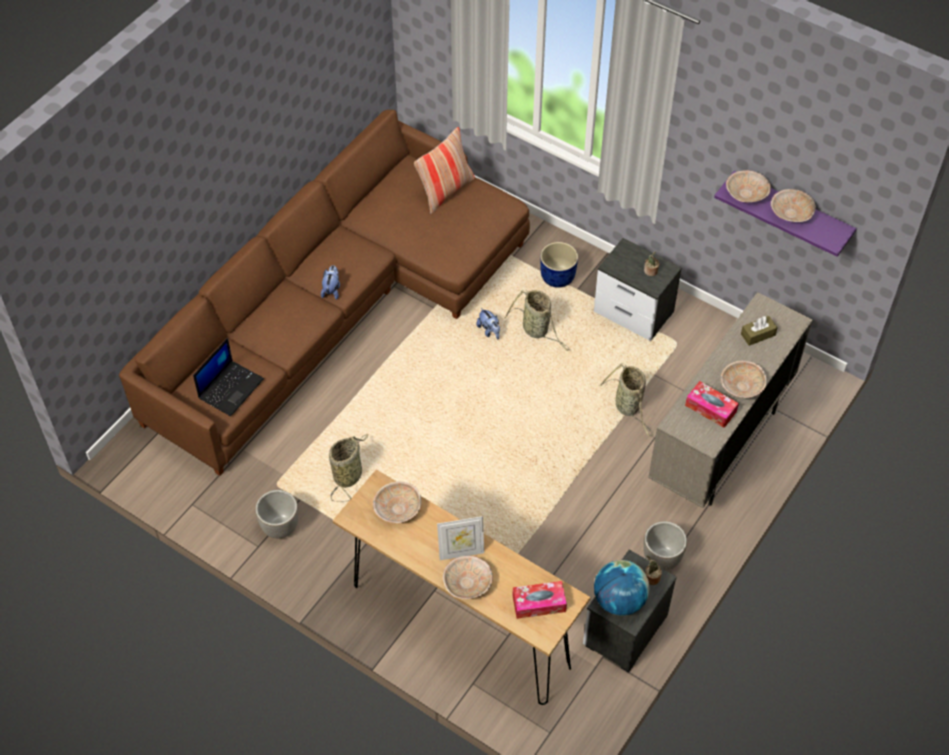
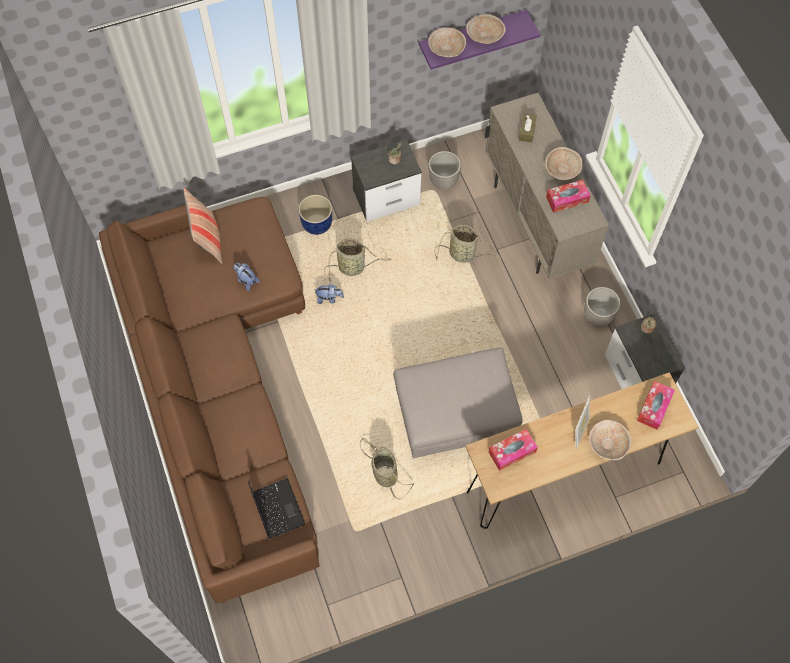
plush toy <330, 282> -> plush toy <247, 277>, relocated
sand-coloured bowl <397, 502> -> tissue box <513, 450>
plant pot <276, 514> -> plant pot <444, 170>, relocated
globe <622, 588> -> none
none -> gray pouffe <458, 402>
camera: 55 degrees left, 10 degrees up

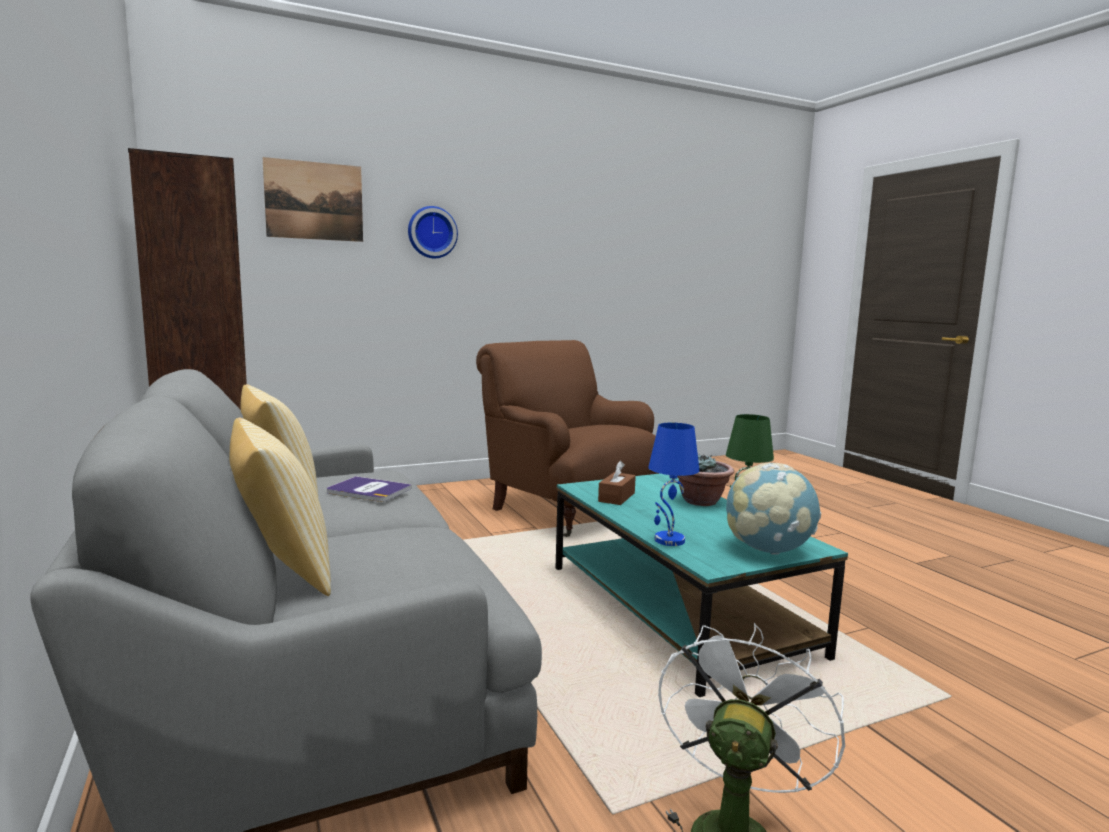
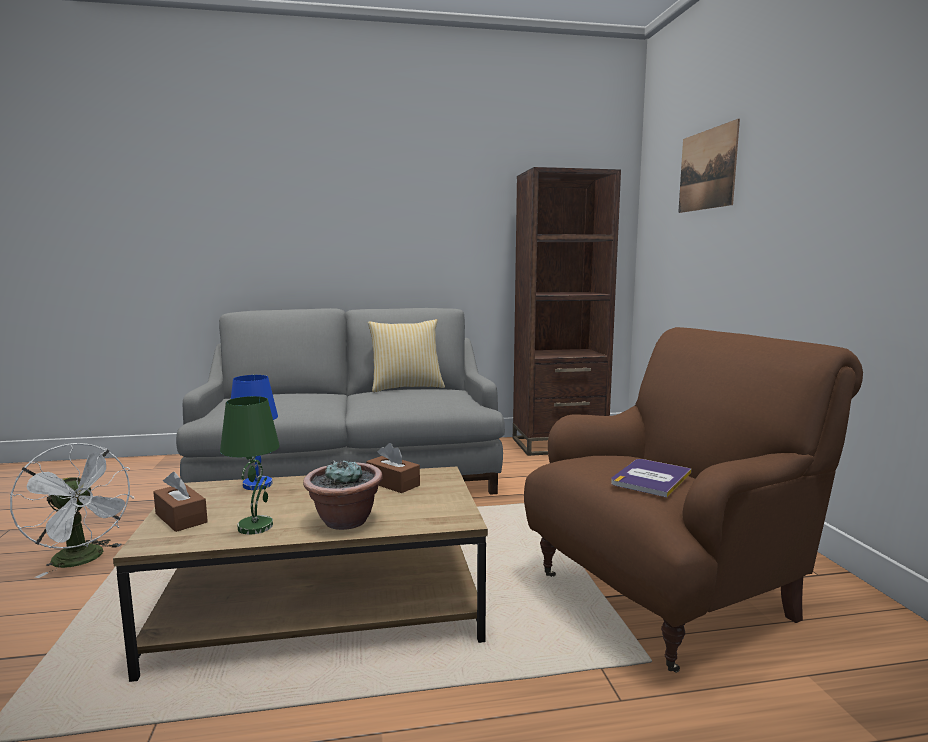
wall clock <433, 232> -> none
pillow <280, 507> -> none
globe <773, 508> -> brownish tissue box <180, 502>
turquoise coffee table <702, 585> -> brownish coffee table <300, 574>
volume <369, 489> -> volume <651, 478>, relocated
camera: 105 degrees right, 0 degrees up

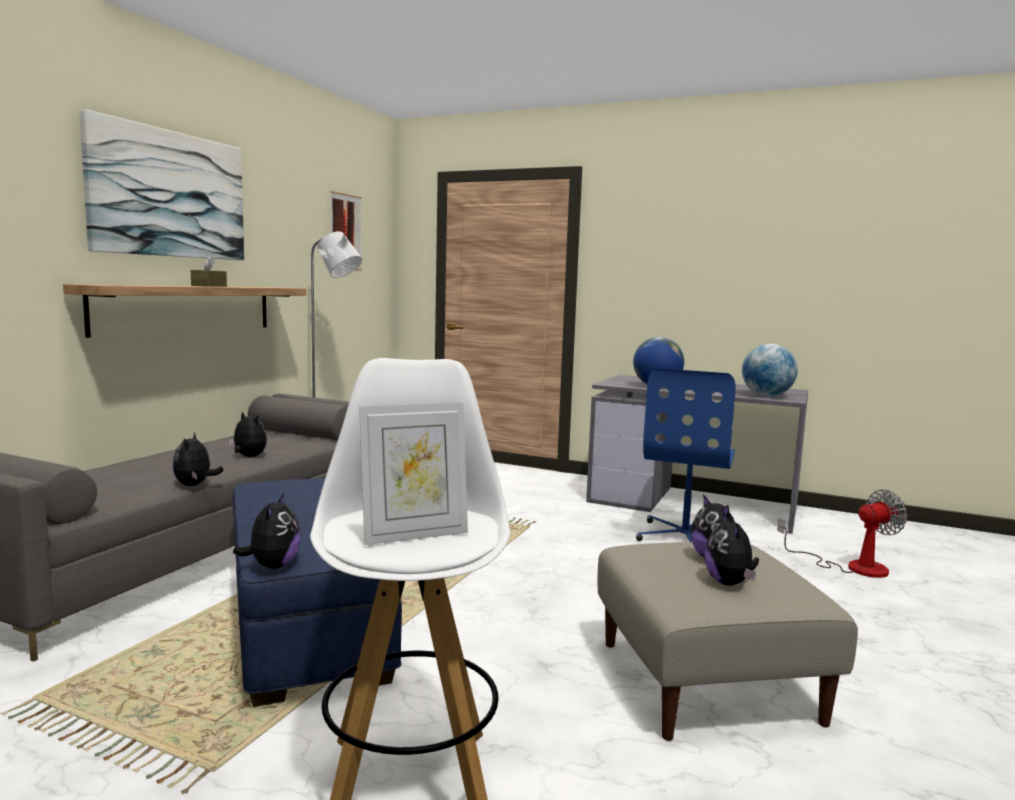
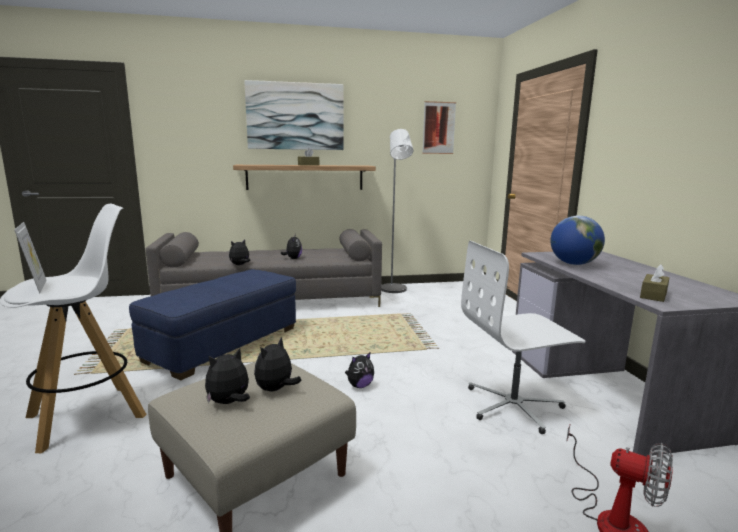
globe <770, 370> -> brownish tissue box <655, 283>
blue office chair <686, 455> -> whitish office chair <523, 337>
photo frame <413, 474> -> photo frame <30, 258>, 150 degrees counterclockwise
plush toy <267, 531> -> plush toy <359, 370>, relocated
camera: 55 degrees right, 5 degrees up

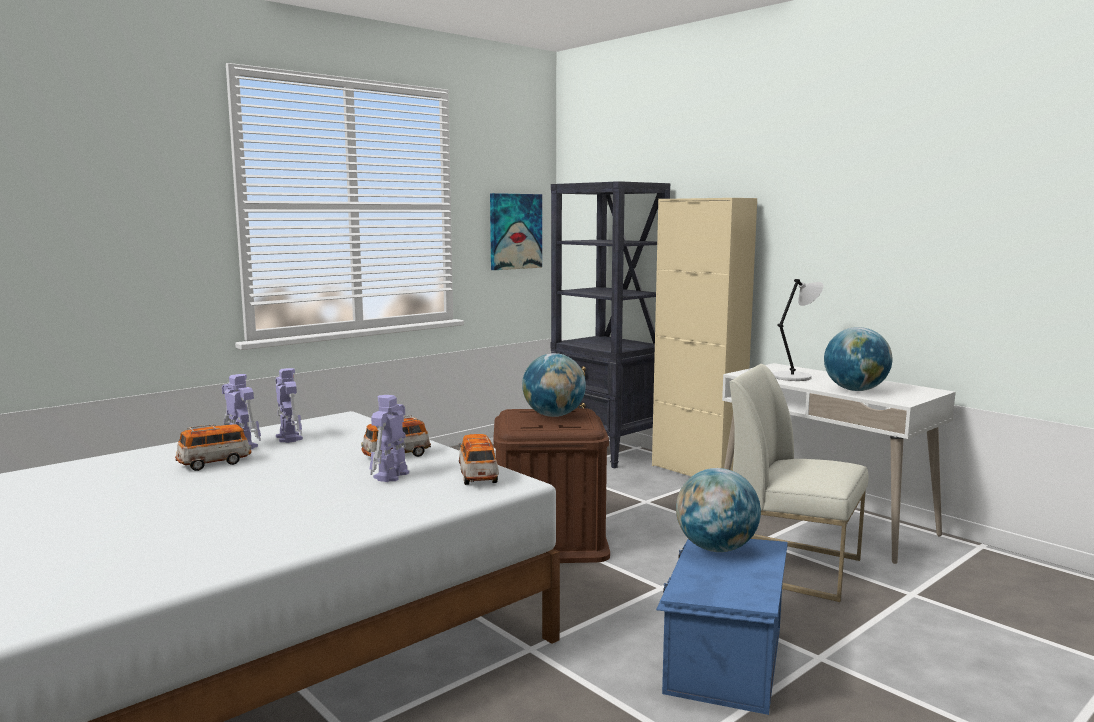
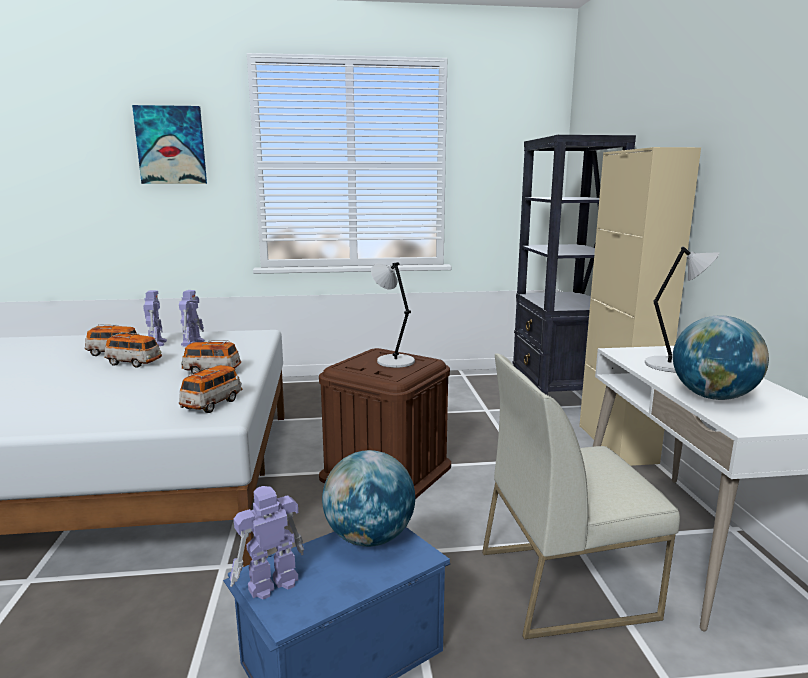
wall art <516, 231> -> wall art <169, 144>, relocated
globe <554, 385> -> gray tabletop lamp <393, 315>
whitish plain chair <799, 483> -> whitish plain chair <581, 496>, 75 degrees counterclockwise
robot figure <389, 438> -> robot figure <267, 542>, relocated
none -> miniature car <133, 350>
camera: 35 degrees right, 5 degrees up

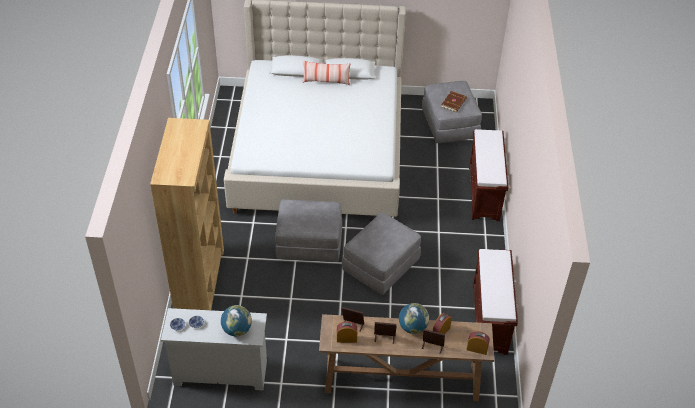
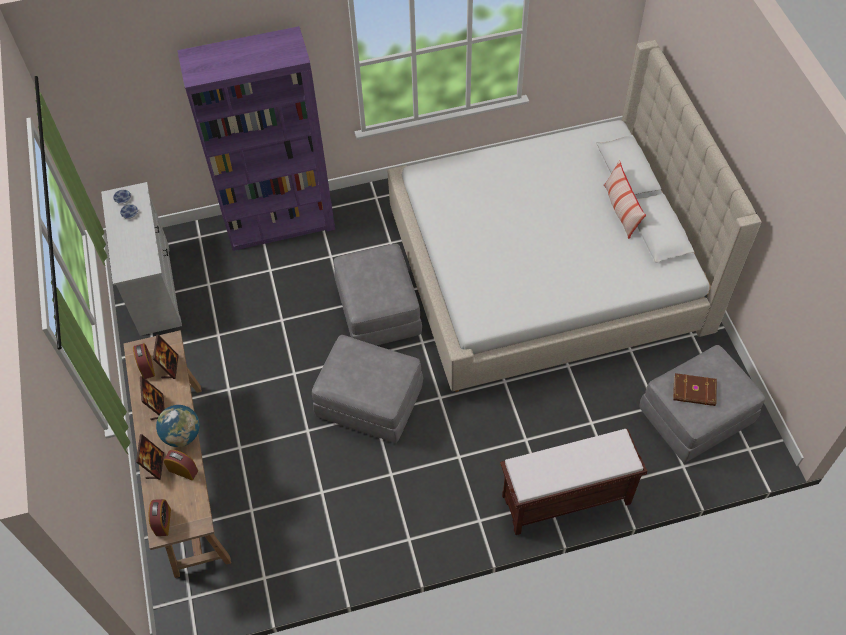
brownish shelving unit <187, 214> -> purple-coloured shelving unit <256, 138>
brownish long seat <495, 302> -> none
globe <236, 320> -> none
camera: 75 degrees right, 10 degrees up

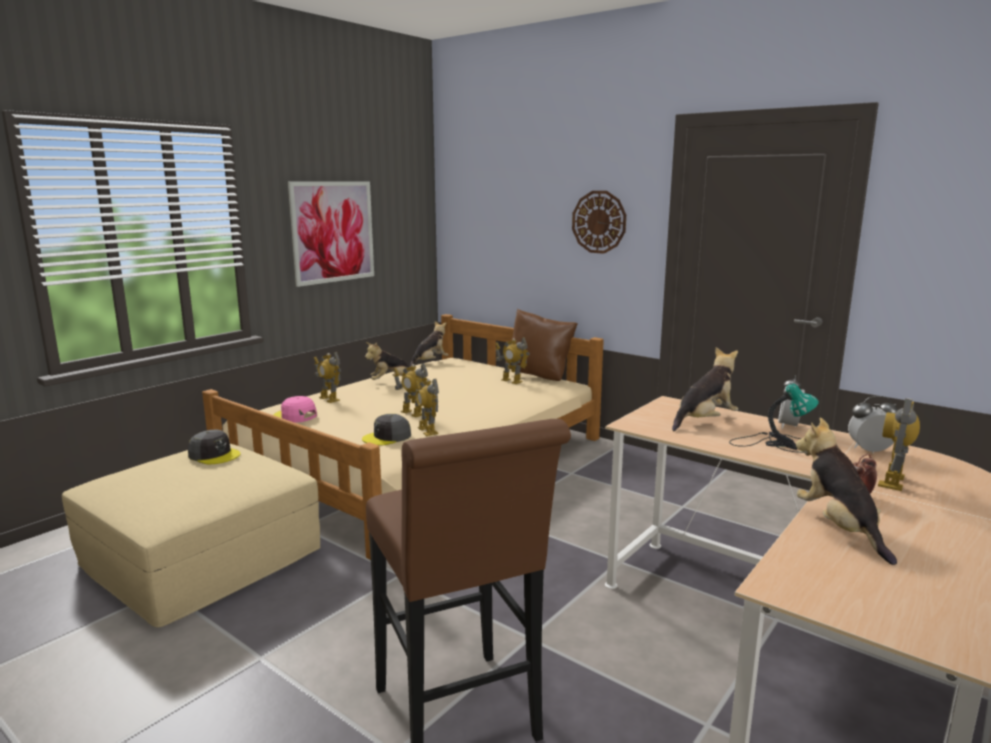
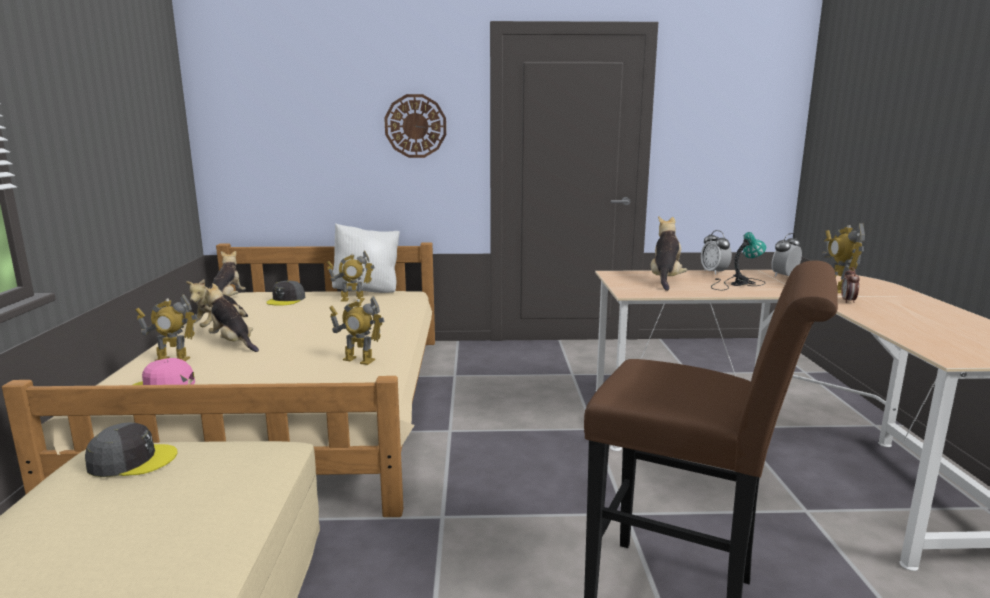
wall art <331, 234> -> none
brownish pillow <542, 345> -> whitish pillow <366, 258>
robot figure <411, 390> -> none
gray baseball cap <386, 429> -> gray baseball cap <285, 293>, relocated
plush toy <846, 491> -> plush toy <230, 317>, relocated
camera: 40 degrees left, 0 degrees up

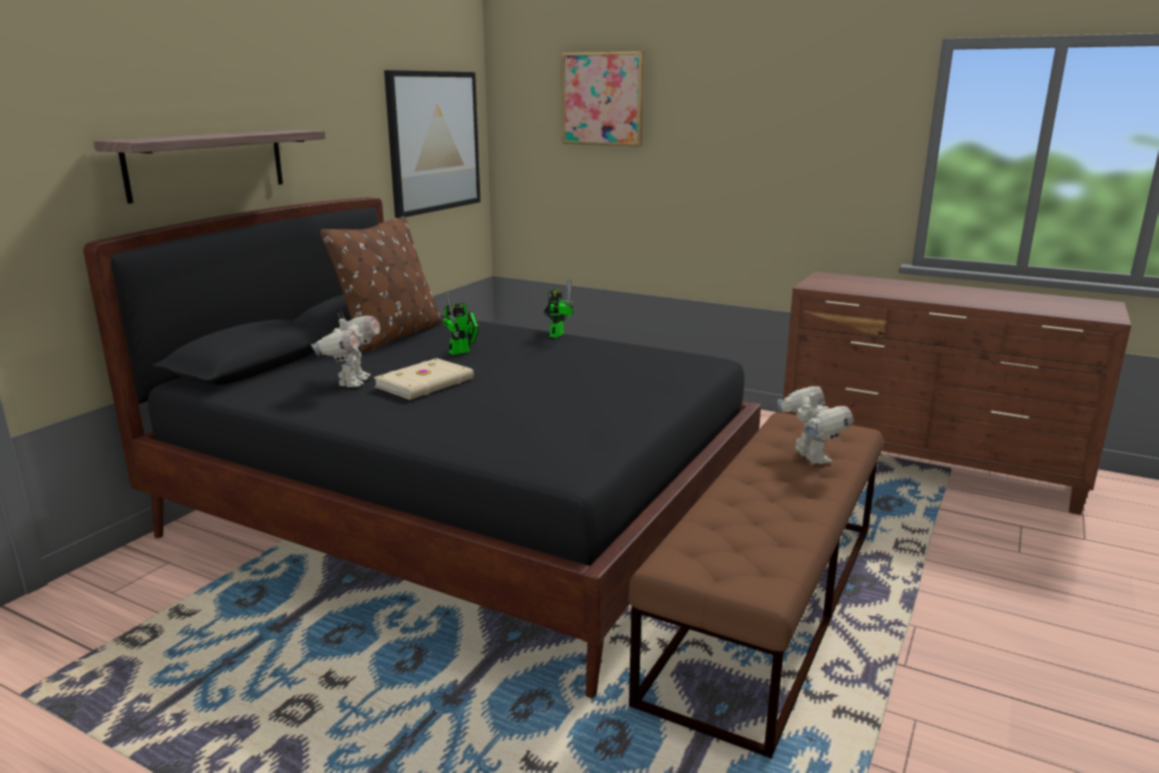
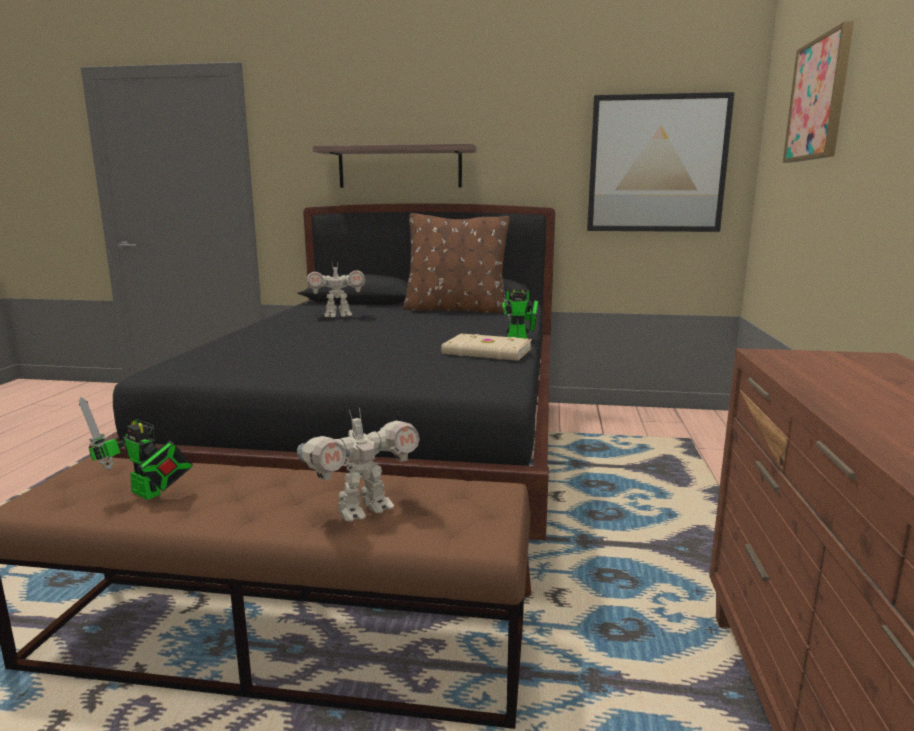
robot figure <461, 324> -> robot figure <136, 448>, relocated
sand-coloured volume <424, 379> -> sand-coloured volume <486, 347>, relocated
camera: 70 degrees right, 5 degrees down

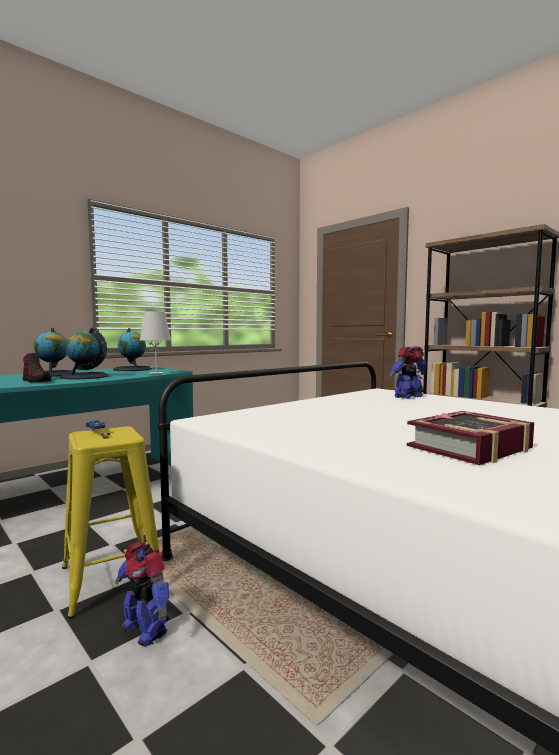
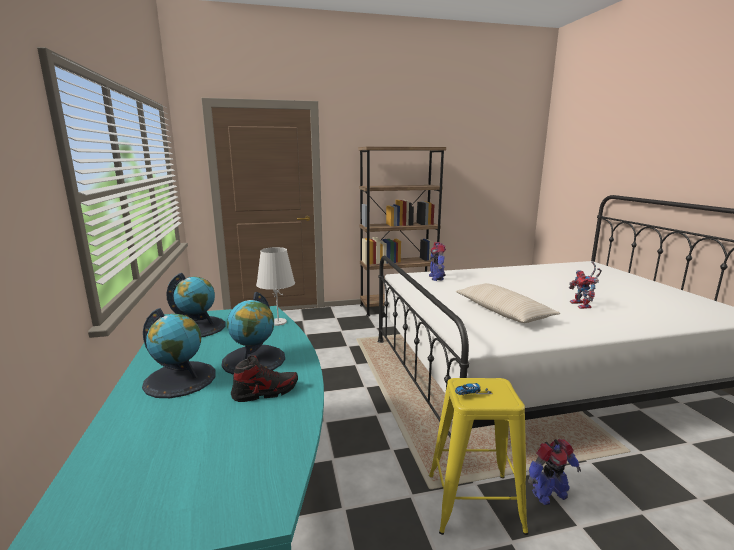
volume <470, 438> -> robot figure <585, 285>
none -> sand-coloured pillow <508, 303>
camera: 60 degrees left, 10 degrees up

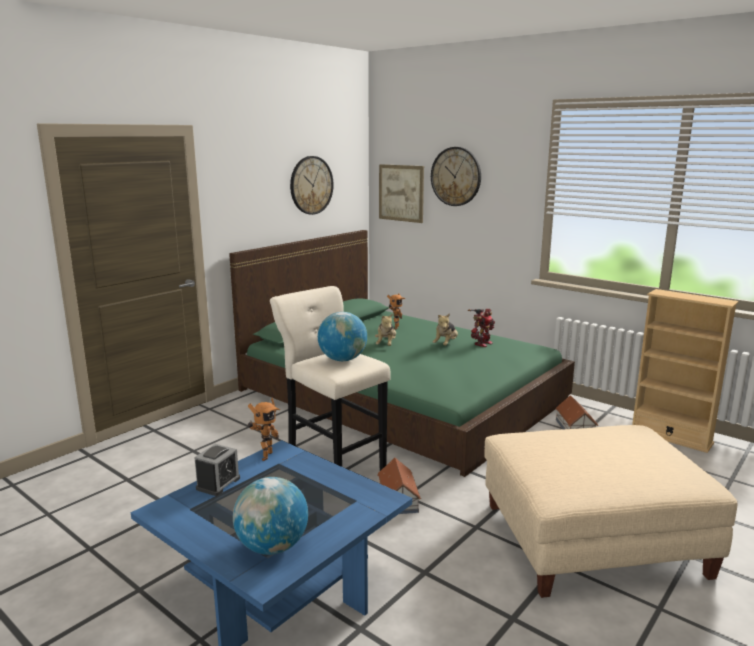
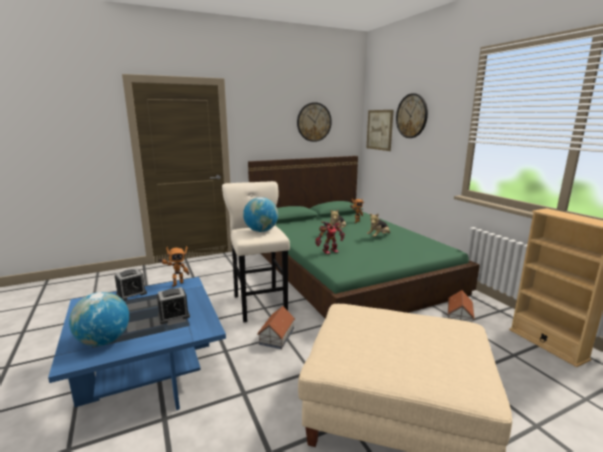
robot figure <481, 328> -> robot figure <330, 237>, relocated
none -> table clock <173, 305>
camera: 25 degrees right, 0 degrees up

